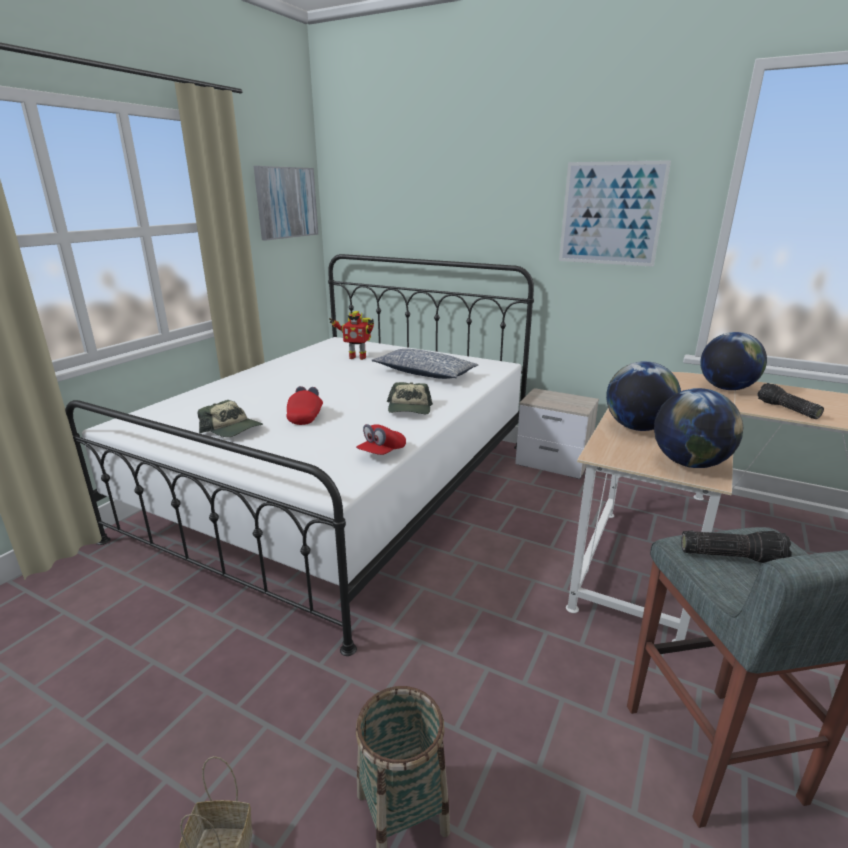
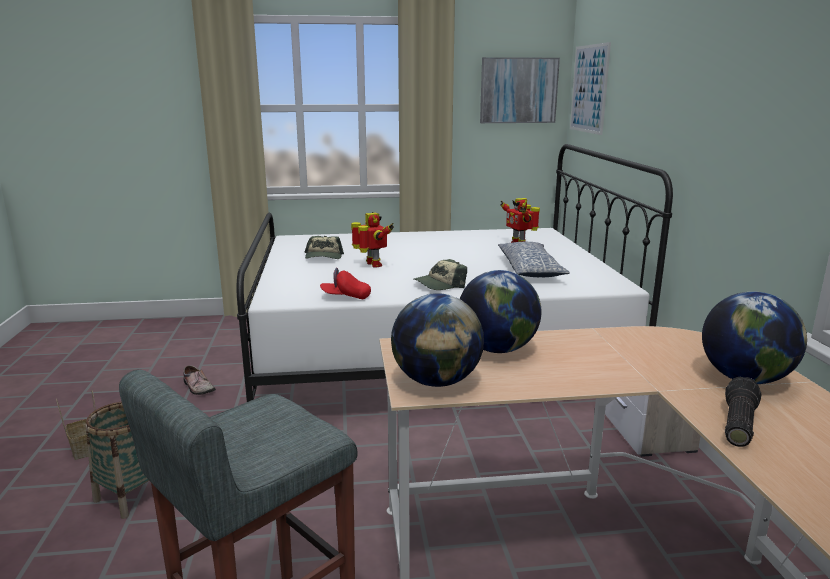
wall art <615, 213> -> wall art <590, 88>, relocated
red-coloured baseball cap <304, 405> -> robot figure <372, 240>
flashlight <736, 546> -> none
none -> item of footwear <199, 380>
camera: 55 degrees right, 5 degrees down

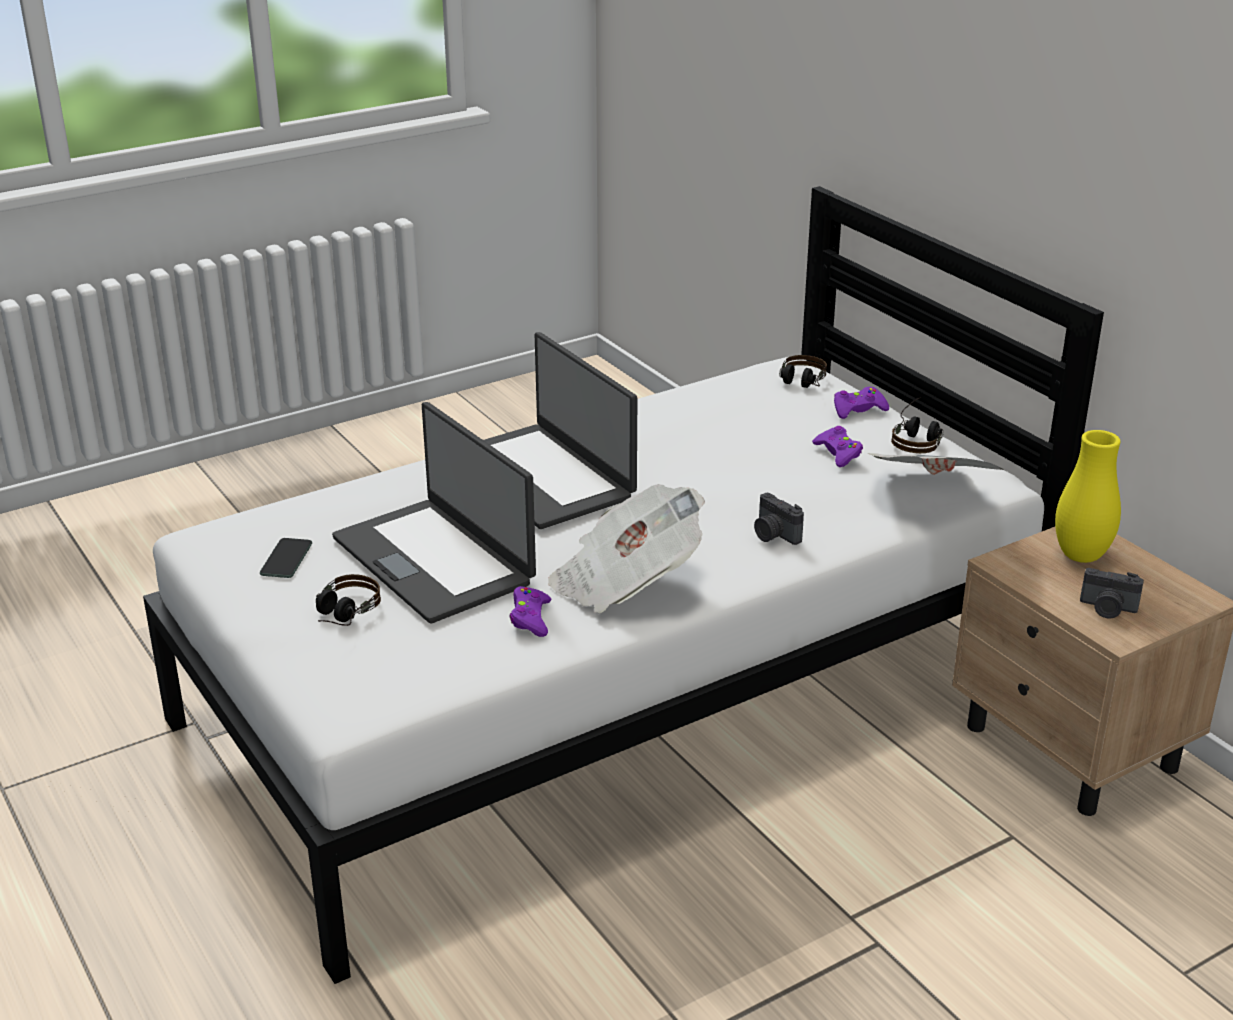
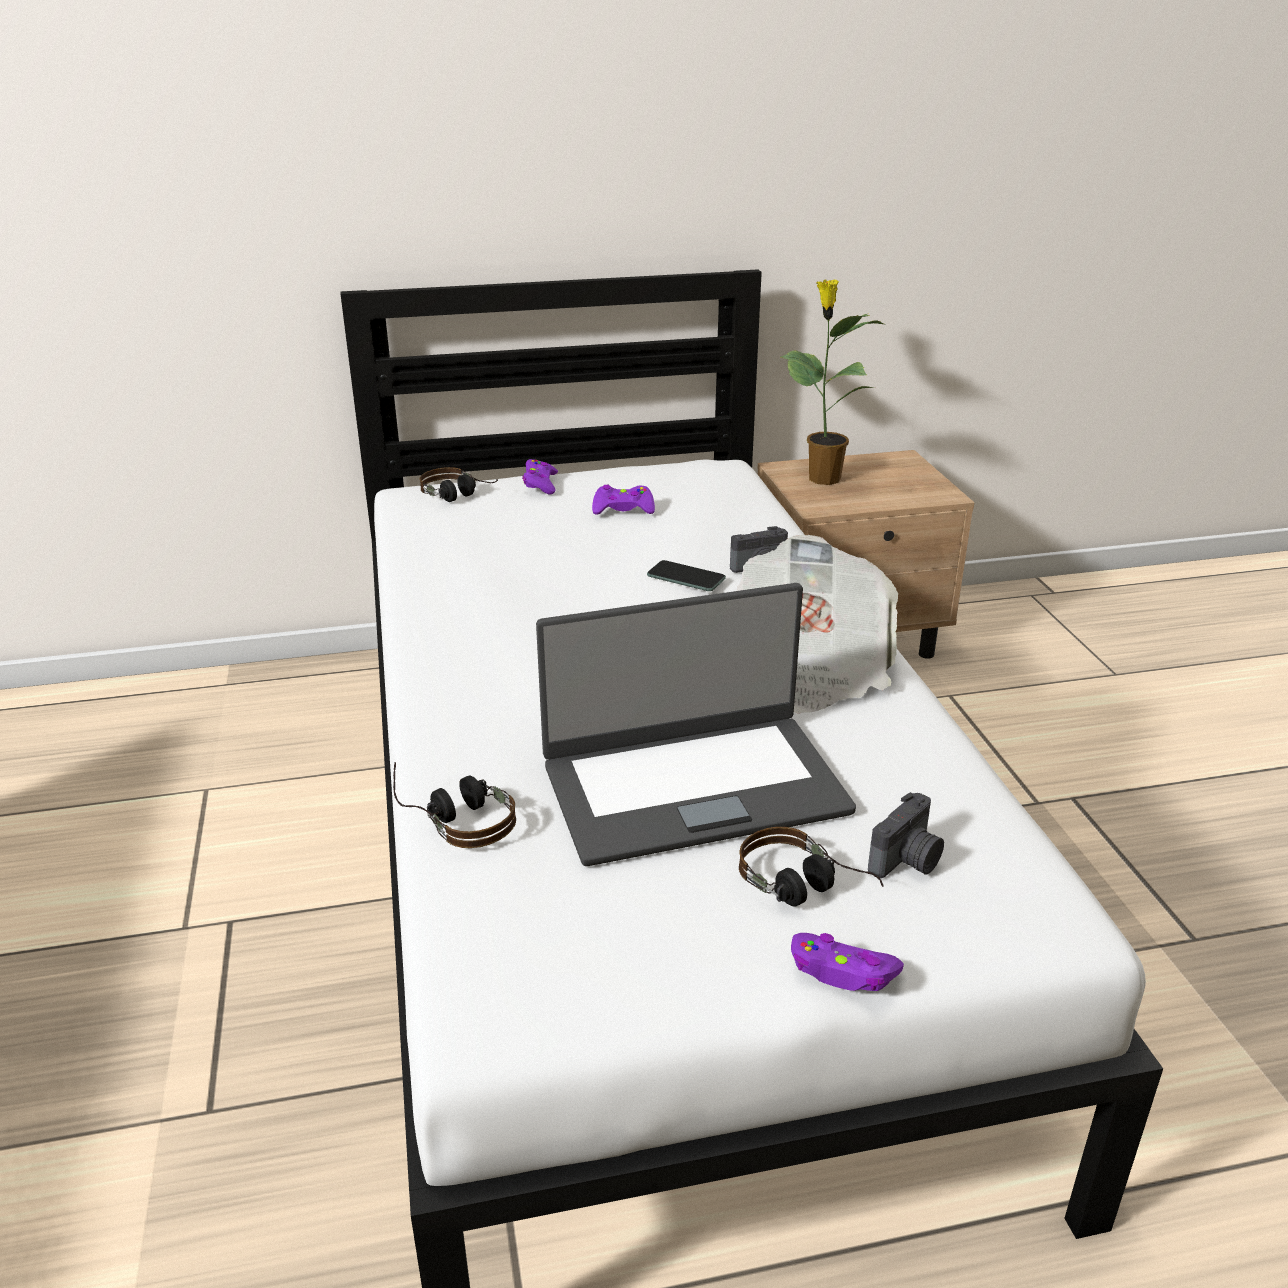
notebook computer <560, 430> -> none
pair of headphones <917, 425> -> pair of headphones <454, 805>, relocated
yellow-coloured vase <1088, 496> -> potted plant <832, 382>
newspaper <936, 464> -> none
telephone <286, 558> -> telephone <686, 575>, relocated
still camera <1112, 593> -> still camera <906, 835>, relocated
purple-coloured joypad <530, 611> -> purple-coloured joypad <847, 962>, relocated
camera: 70 degrees left, 0 degrees up

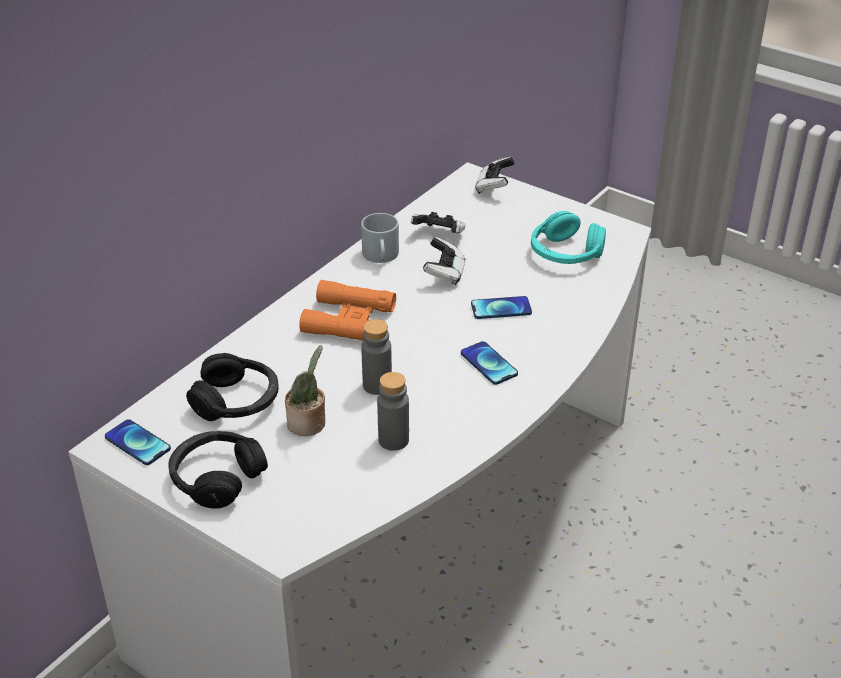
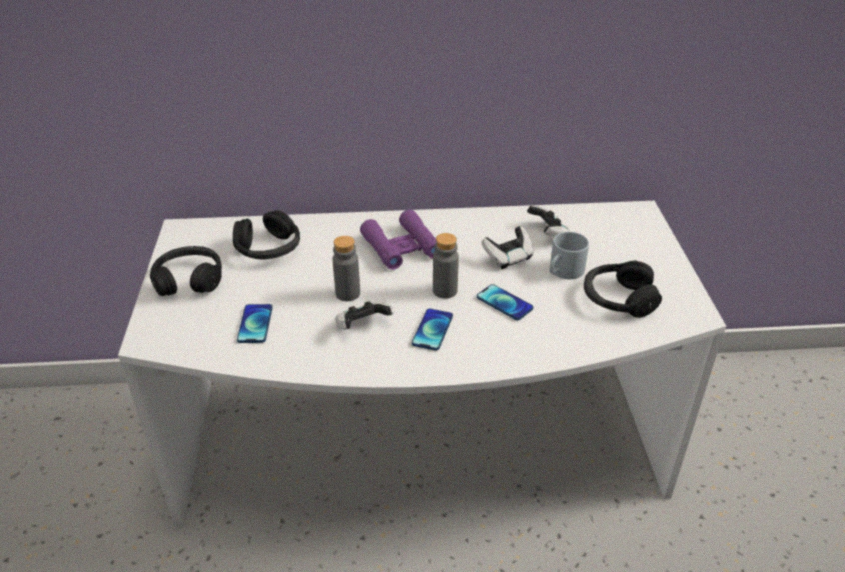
joypad <495, 175> -> joypad <364, 315>, relocated
turquoise pair of headphones <568, 237> -> black pair of headphones <623, 289>
gray mug <380, 238> -> gray mug <569, 255>, relocated
orange binoculars <347, 310> -> purple-coloured binoculars <398, 239>
potted plant <305, 390> -> none
gray bottle <393, 411> -> gray bottle <446, 266>, relocated
telephone <138, 442> -> telephone <254, 323>, relocated
camera: 50 degrees right, 0 degrees up

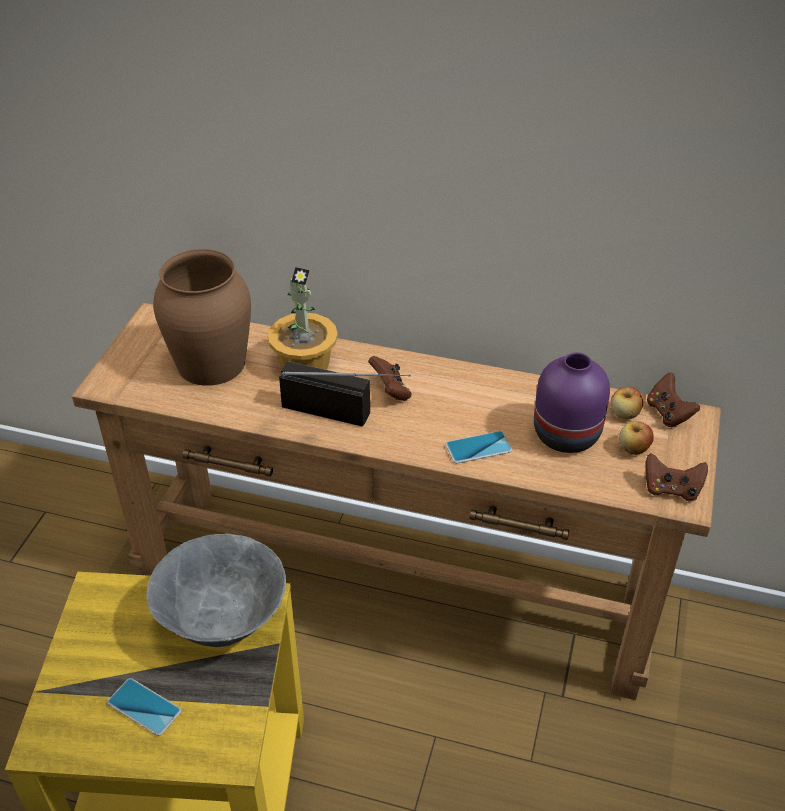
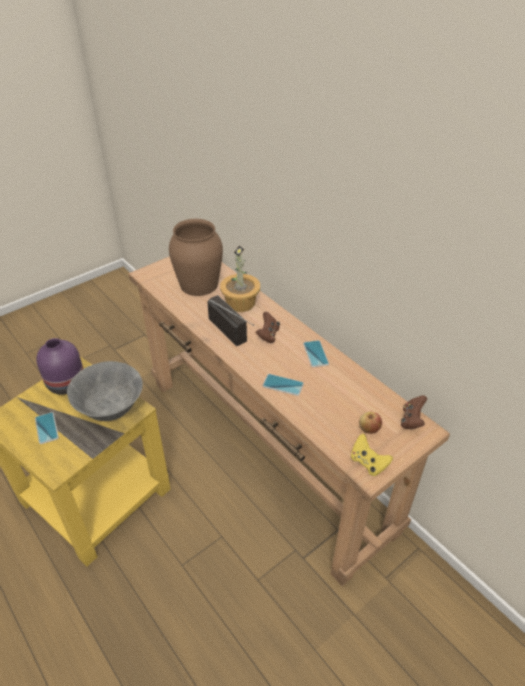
purple-coloured vase <572, 402> -> purple-coloured vase <59, 366>, relocated
apple fruit <627, 403> -> none
brownish joypad <676, 477> -> yellow-coloured joypad <372, 455>
none -> telephone <316, 353>
camera: 35 degrees right, 0 degrees up

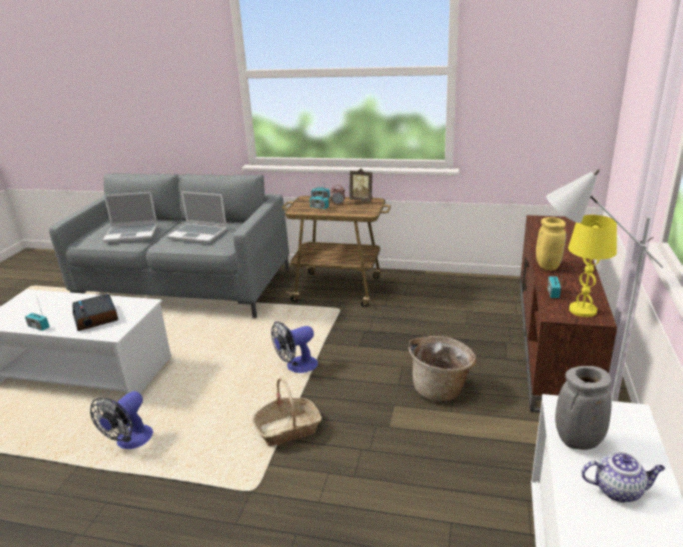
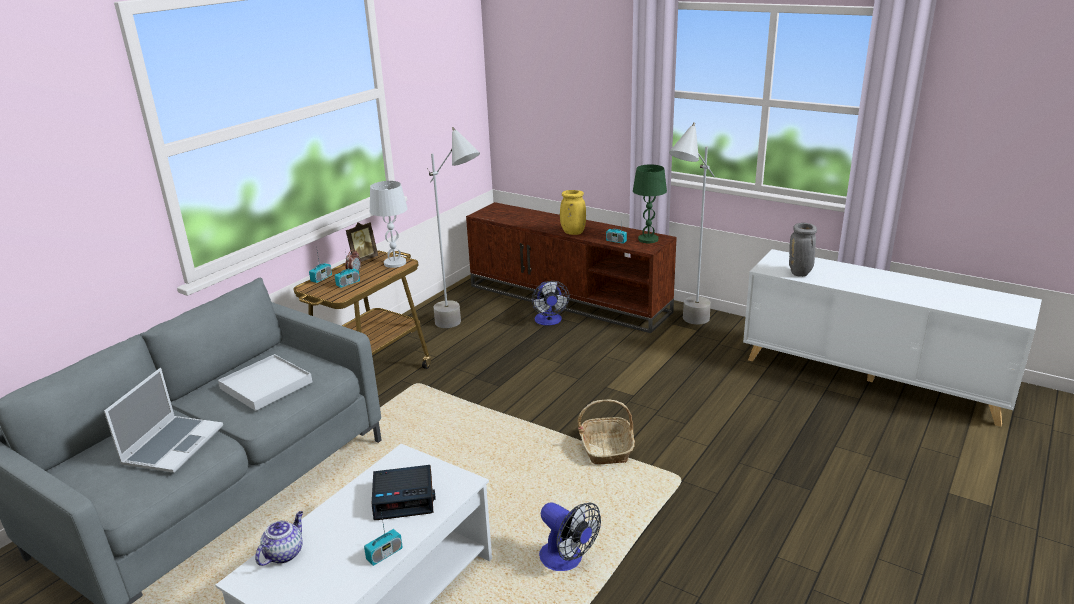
notebook computer <197, 217> -> whitish carrying tray <265, 382>
yellow-coloured tabletop lamp <592, 266> -> green tabletop lamp <650, 203>
cooling fan <294, 347> -> cooling fan <551, 303>, relocated
storage basket <442, 369> -> none
teapot <623, 477> -> teapot <279, 538>, relocated
none -> gray standing lamp <453, 227>
none -> whitish tabletop lamp <389, 224>
camera: 70 degrees left, 0 degrees up

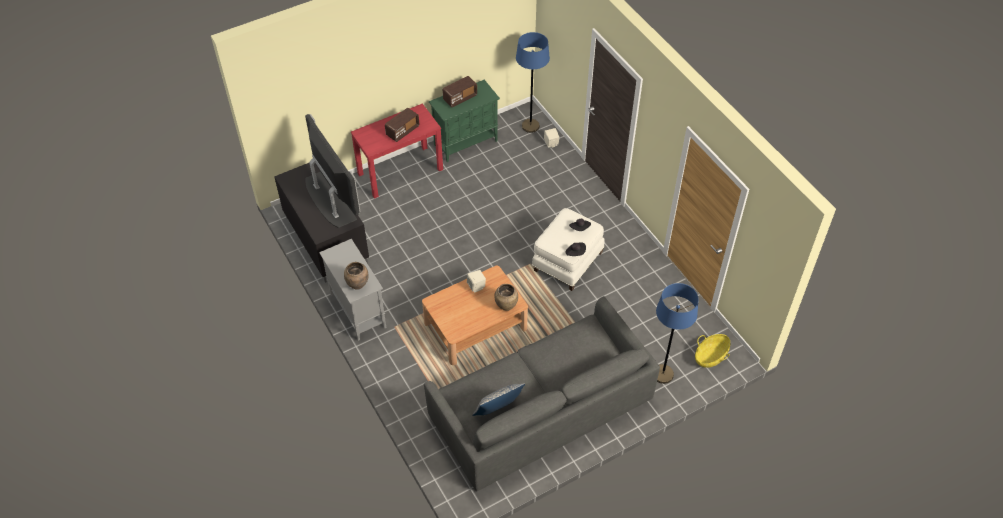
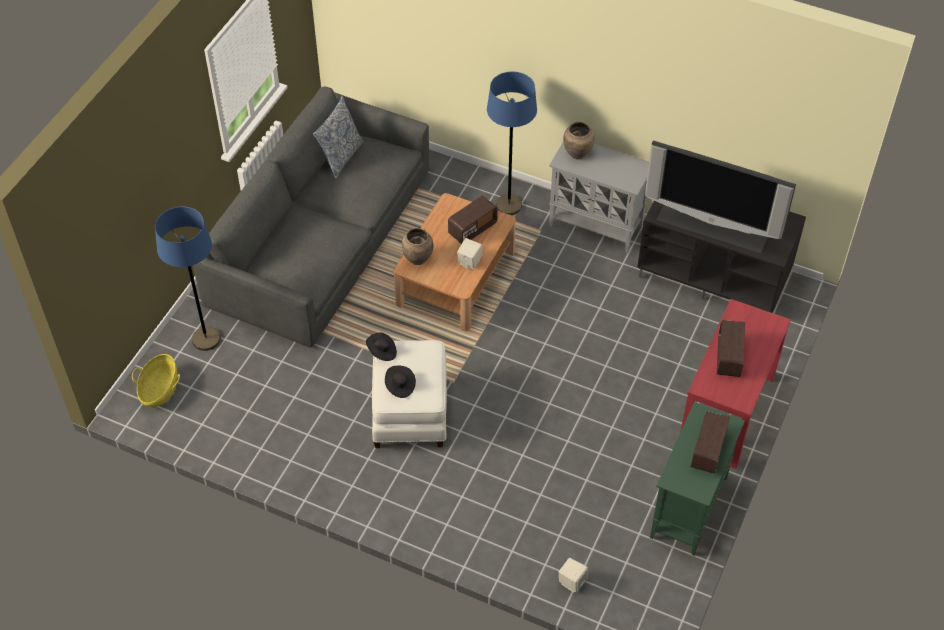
blue standing lamp <533, 82> -> blue standing lamp <512, 143>, relocated
none -> radio receiver <473, 220>
camera: 145 degrees right, 0 degrees up

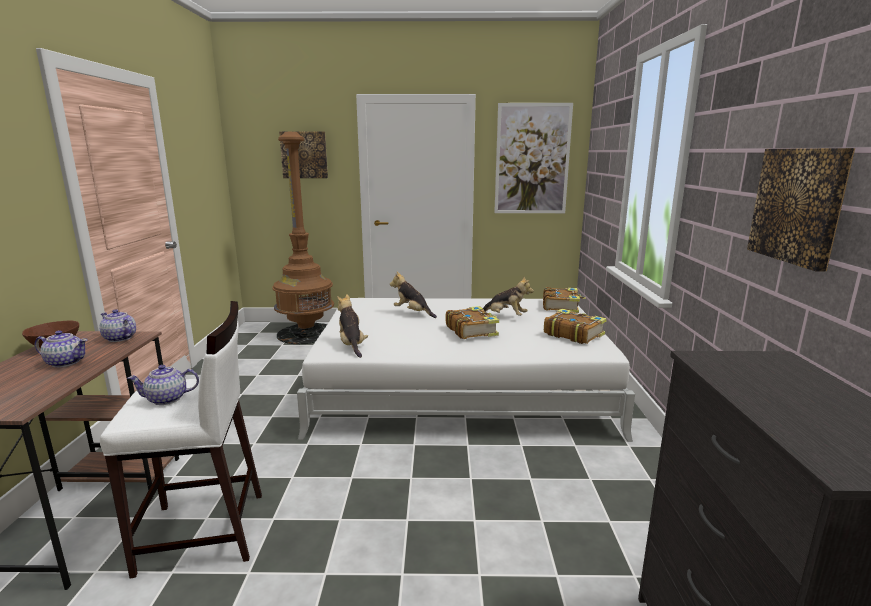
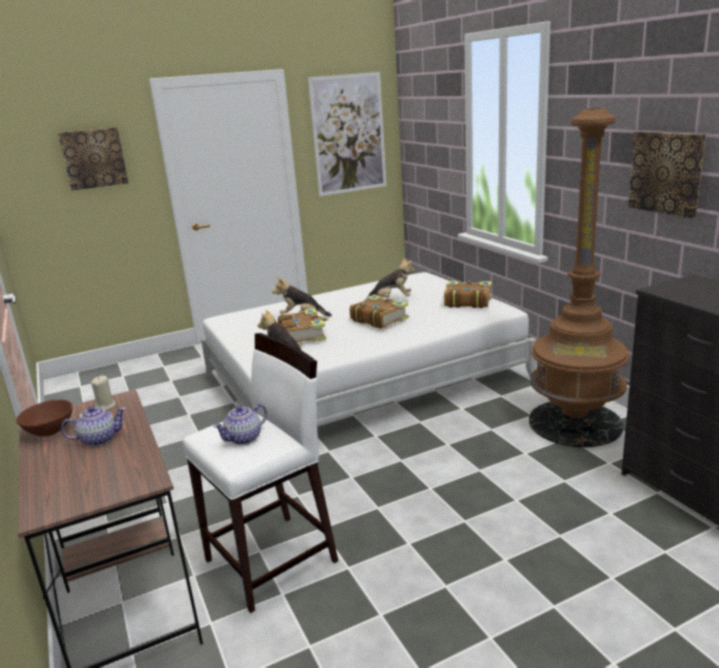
brownish standing lamp <303, 238> -> brownish standing lamp <579, 277>, relocated
volume <564, 300> -> volume <303, 325>, relocated
teapot <118, 325> -> sand-coloured wax candle <103, 393>
camera: 25 degrees left, 5 degrees up

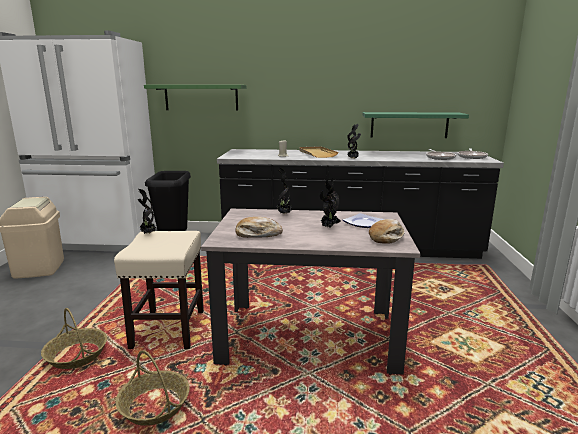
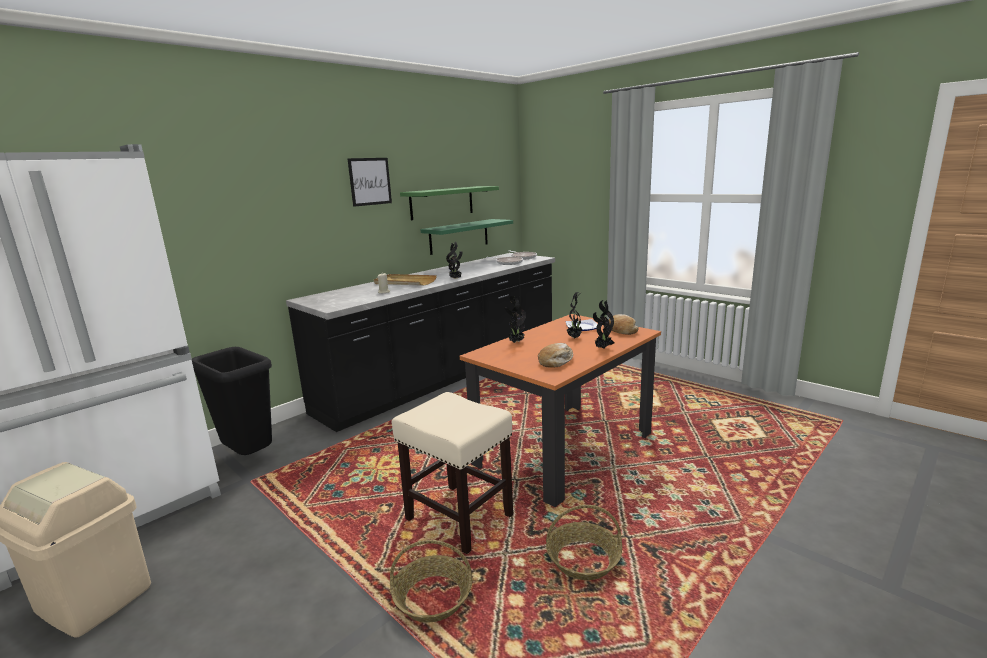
green wall shelf <195, 98> -> green wall shelf <449, 203>, relocated
potted plant <147, 211> -> potted plant <603, 324>, relocated
sand-coloured kitchen table <311, 292> -> orange kitchen table <560, 410>
none -> wall art <369, 182>
camera: 50 degrees left, 0 degrees up

